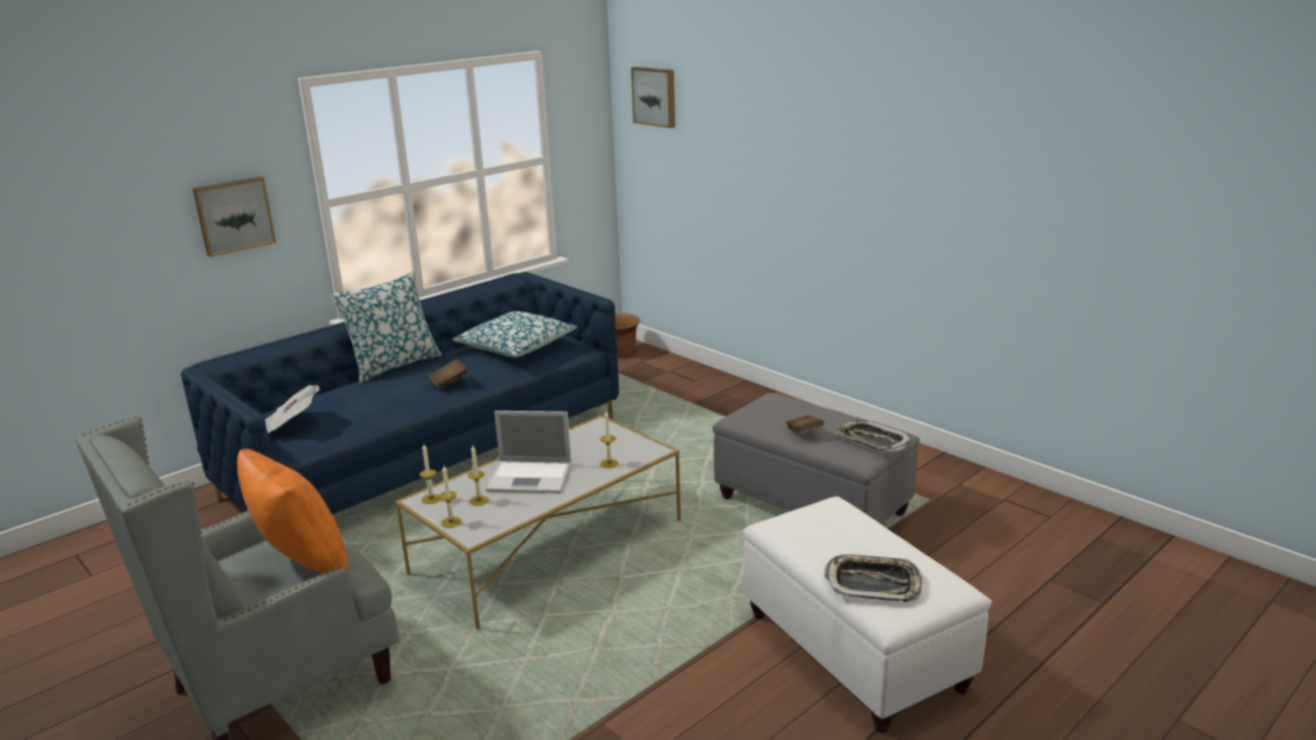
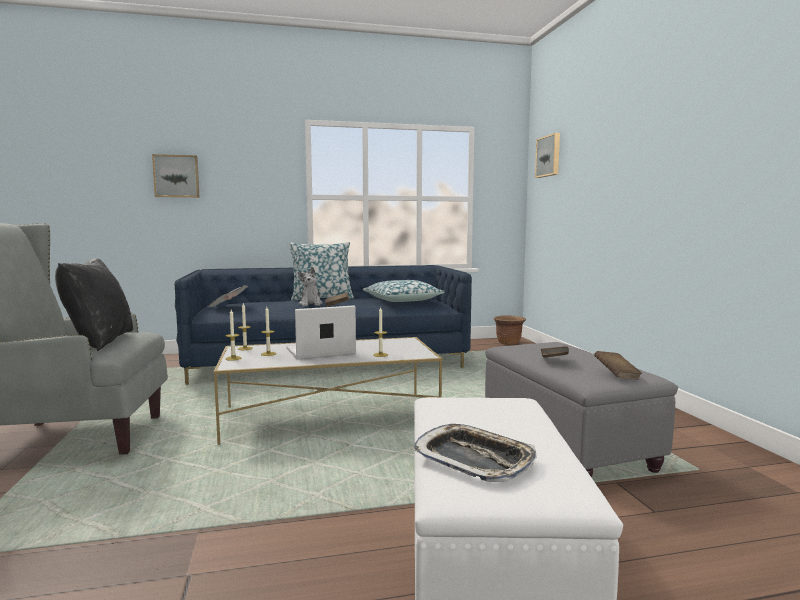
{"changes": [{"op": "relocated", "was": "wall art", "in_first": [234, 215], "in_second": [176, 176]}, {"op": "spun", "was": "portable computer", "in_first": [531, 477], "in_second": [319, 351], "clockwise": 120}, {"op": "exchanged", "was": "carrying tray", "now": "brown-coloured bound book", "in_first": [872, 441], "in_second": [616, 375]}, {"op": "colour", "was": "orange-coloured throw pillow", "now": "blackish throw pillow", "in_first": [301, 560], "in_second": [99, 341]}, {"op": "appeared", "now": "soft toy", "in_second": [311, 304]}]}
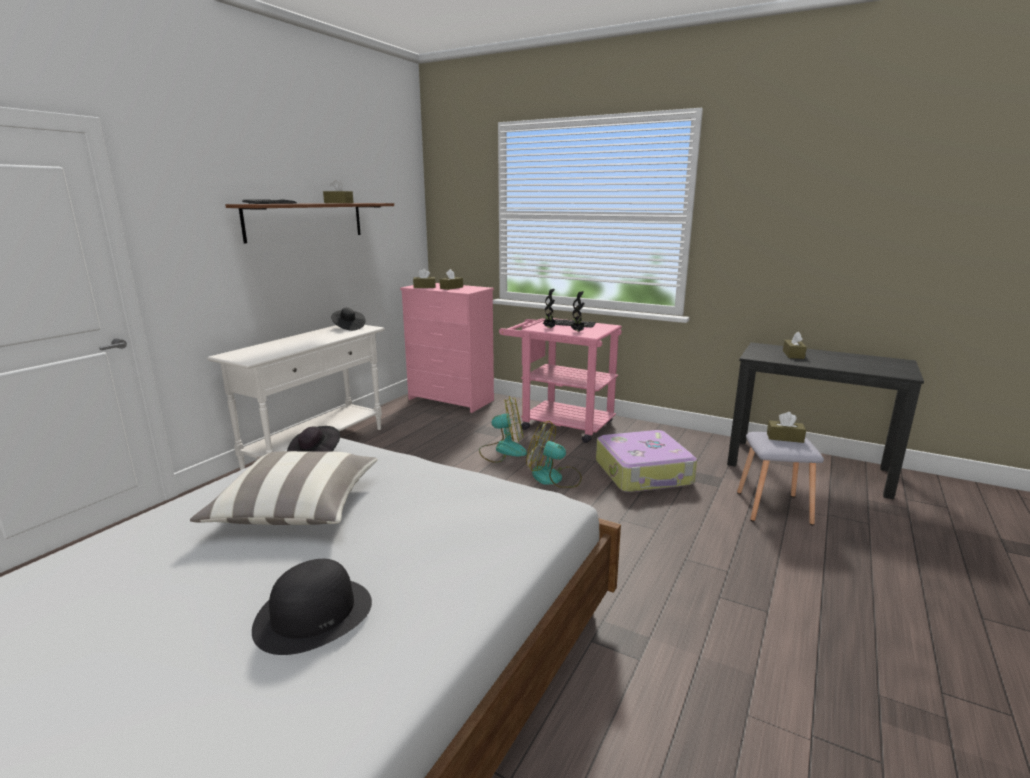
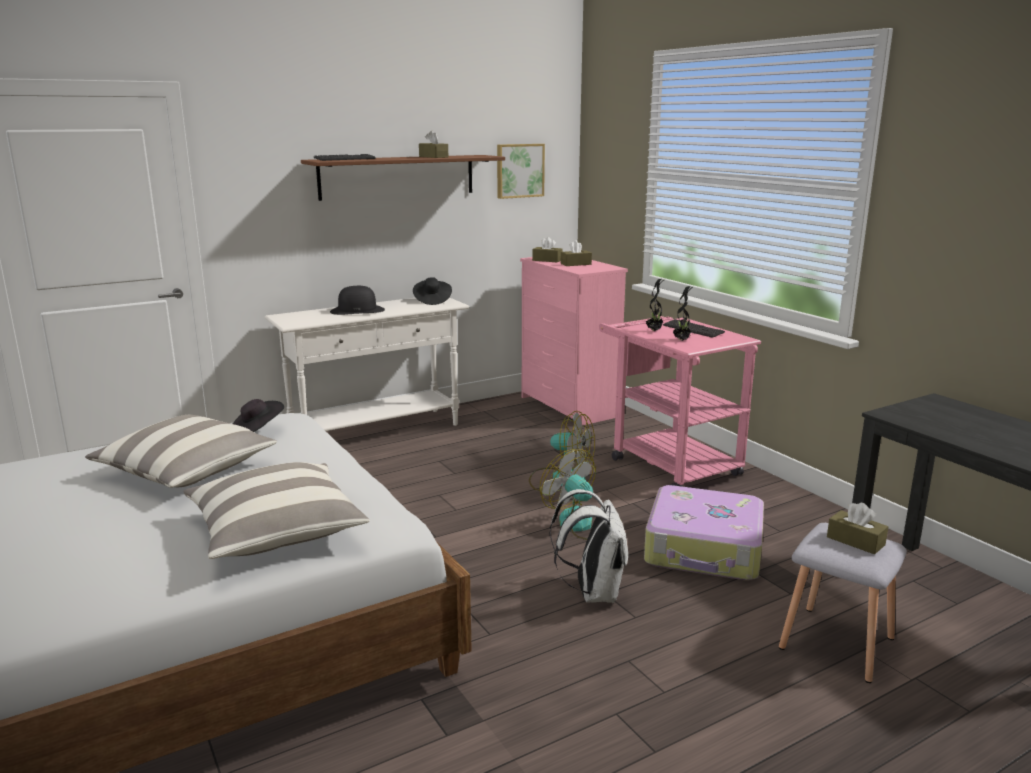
{"changes": [{"op": "missing", "was": "brown-coloured tissue box", "in_first": [793, 355]}, {"op": "relocated", "was": "blackish wearable hat", "in_first": [314, 614], "in_second": [357, 310]}, {"op": "appeared", "now": "wall art", "in_second": [519, 170]}, {"op": "appeared", "now": "throw pillow", "in_second": [276, 531]}, {"op": "appeared", "now": "white backpack", "in_second": [593, 592]}]}
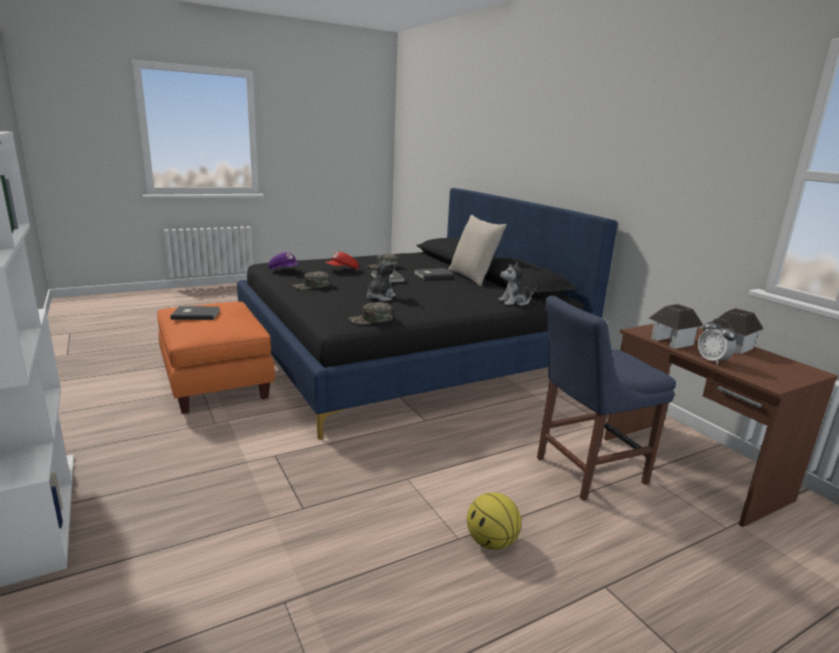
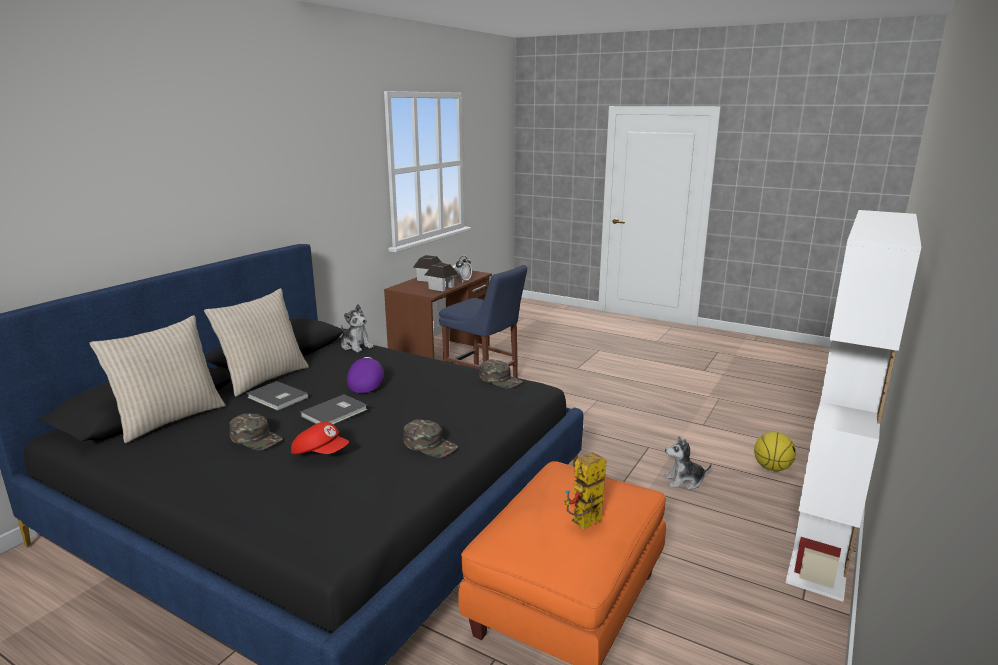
{"changes": [{"op": "relocated", "was": "purplish cap", "in_first": [284, 270], "in_second": [366, 384]}, {"op": "relocated", "was": "soft toy", "in_first": [380, 297], "in_second": [684, 481]}, {"op": "exchanged", "was": "gray bound book", "now": "toy robot", "in_first": [195, 314], "in_second": [584, 524]}, {"op": "relocated", "was": "basketball", "in_first": [491, 542], "in_second": [772, 468]}, {"op": "appeared", "now": "beige-coloured throw pillow", "in_second": [169, 419]}]}
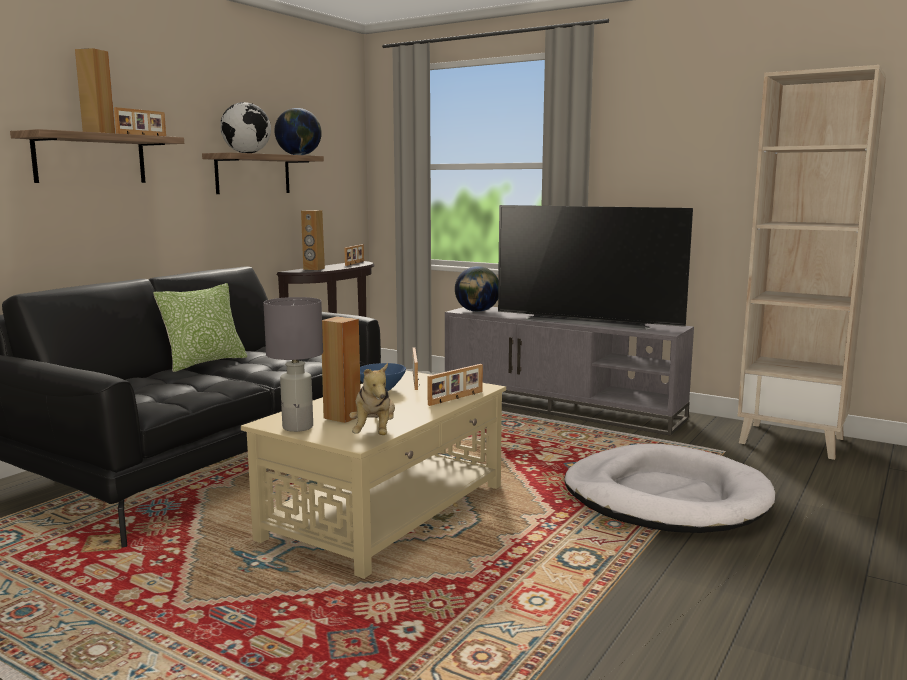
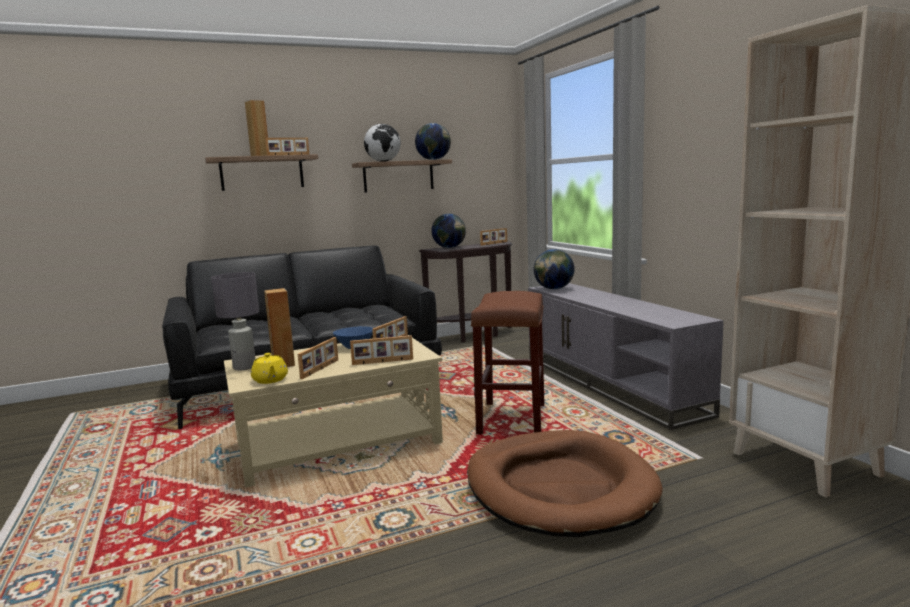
{"changes": [{"op": "missing", "was": "TV", "in_first": [589, 321]}, {"op": "exchanged", "was": "brown-coloured loudspeaker", "now": "world globe", "in_first": [313, 269], "in_second": [449, 247]}, {"op": "missing", "was": "throw pillow", "in_first": [205, 362]}, {"op": "exchanged", "was": "soft toy", "now": "yellow-coloured tea pot", "in_first": [374, 433], "in_second": [270, 380]}, {"op": "colour", "was": "white dog cushion", "now": "brown-coloured dog cushion", "in_first": [665, 497], "in_second": [559, 488]}, {"op": "appeared", "now": "brown-coloured stool seat", "in_second": [512, 420]}, {"op": "appeared", "now": "standing frame", "in_second": [321, 369]}]}
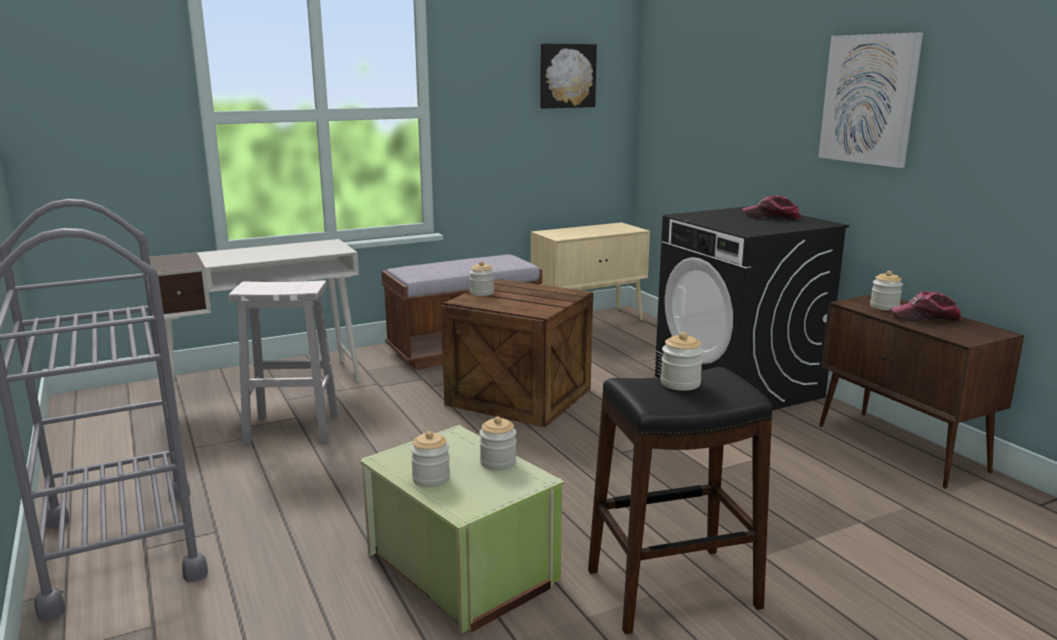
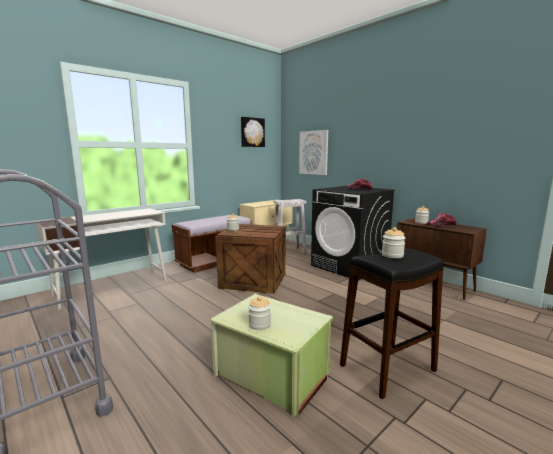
{"changes": [{"op": "relocated", "was": "wall art", "in_first": [869, 99], "in_second": [313, 152]}, {"op": "relocated", "was": "white stool seat", "in_first": [290, 430], "in_second": [288, 252]}, {"op": "missing", "was": "preserve jar", "in_first": [498, 462]}]}
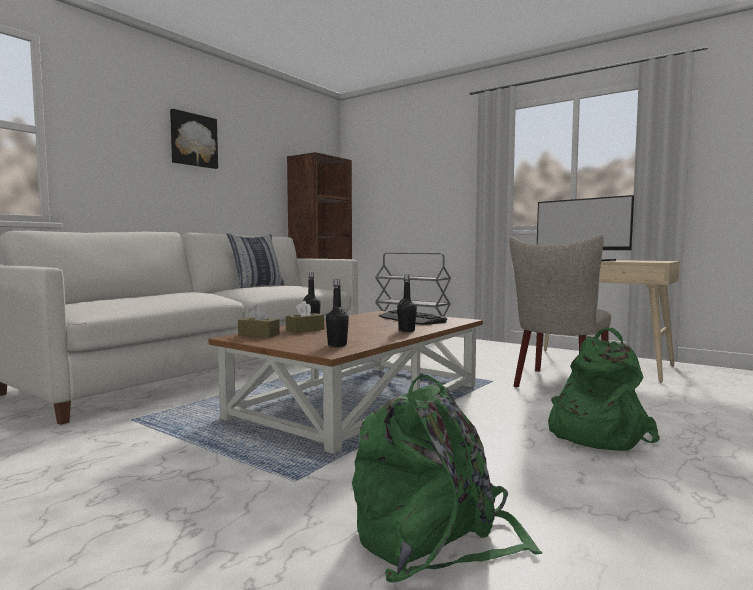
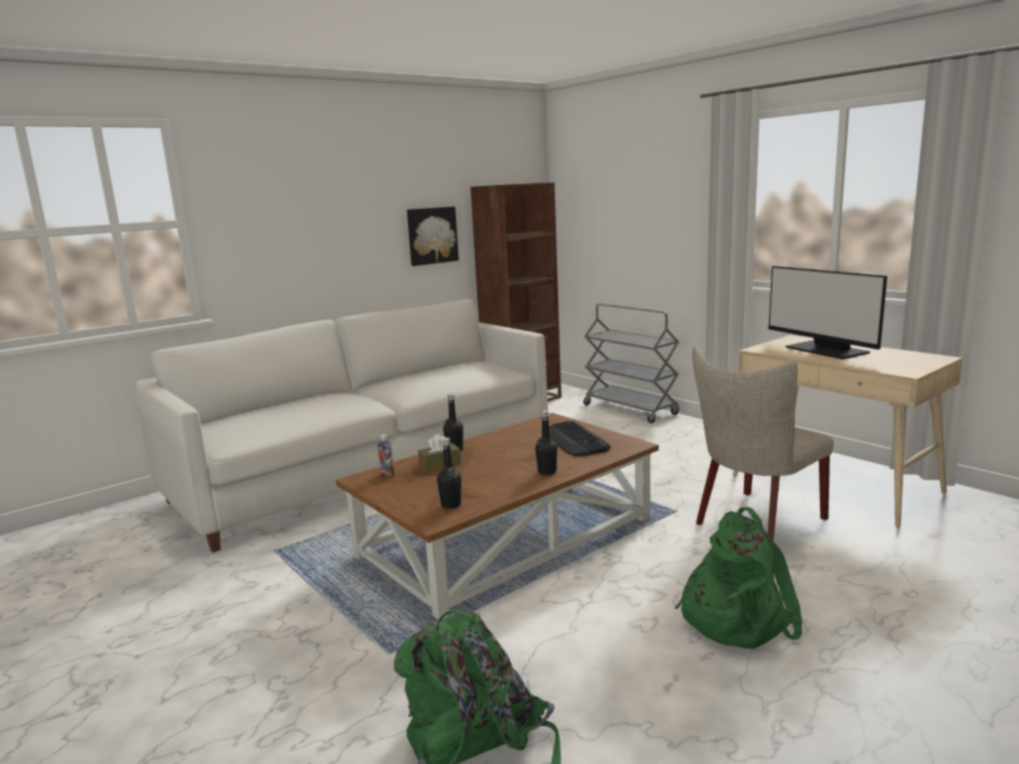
{"changes": [{"op": "relocated", "was": "wall art", "in_first": [193, 140], "in_second": [431, 235]}, {"op": "missing", "was": "throw pillow", "in_first": [257, 286]}, {"op": "exchanged", "was": "brown-coloured tissue box", "now": "bottle", "in_first": [259, 335], "in_second": [387, 475]}]}
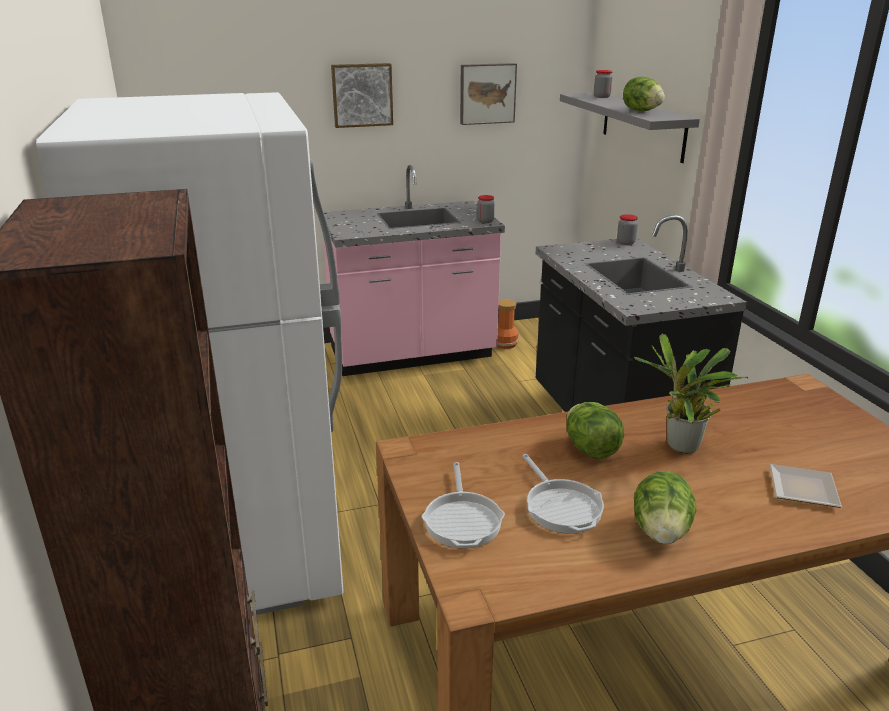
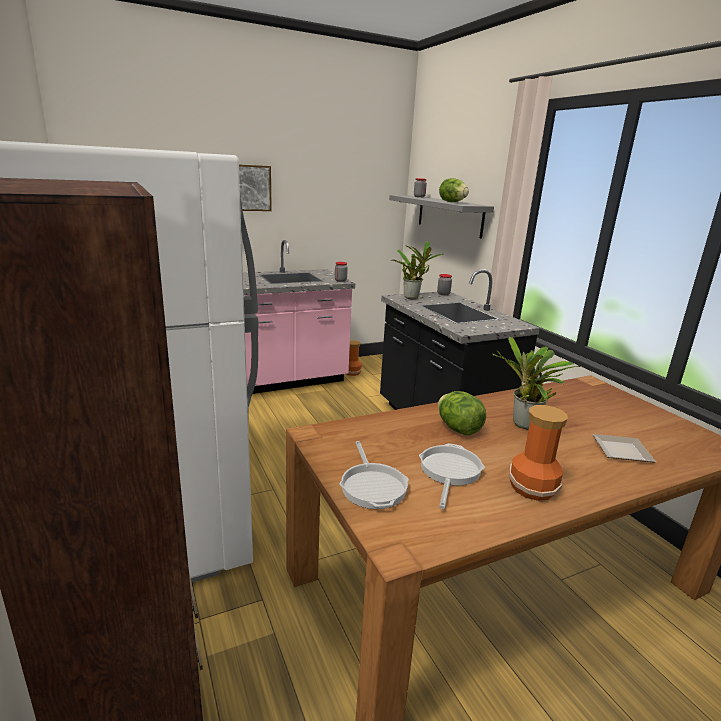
{"changes": [{"op": "missing", "was": "wall art", "in_first": [487, 93]}, {"op": "spun", "was": "skillet", "in_first": [561, 506], "in_second": [449, 472], "clockwise": -135}, {"op": "exchanged", "was": "head of lettuce", "now": "vase", "in_first": [661, 532], "in_second": [532, 487]}, {"op": "appeared", "now": "houseplant", "in_second": [412, 297]}]}
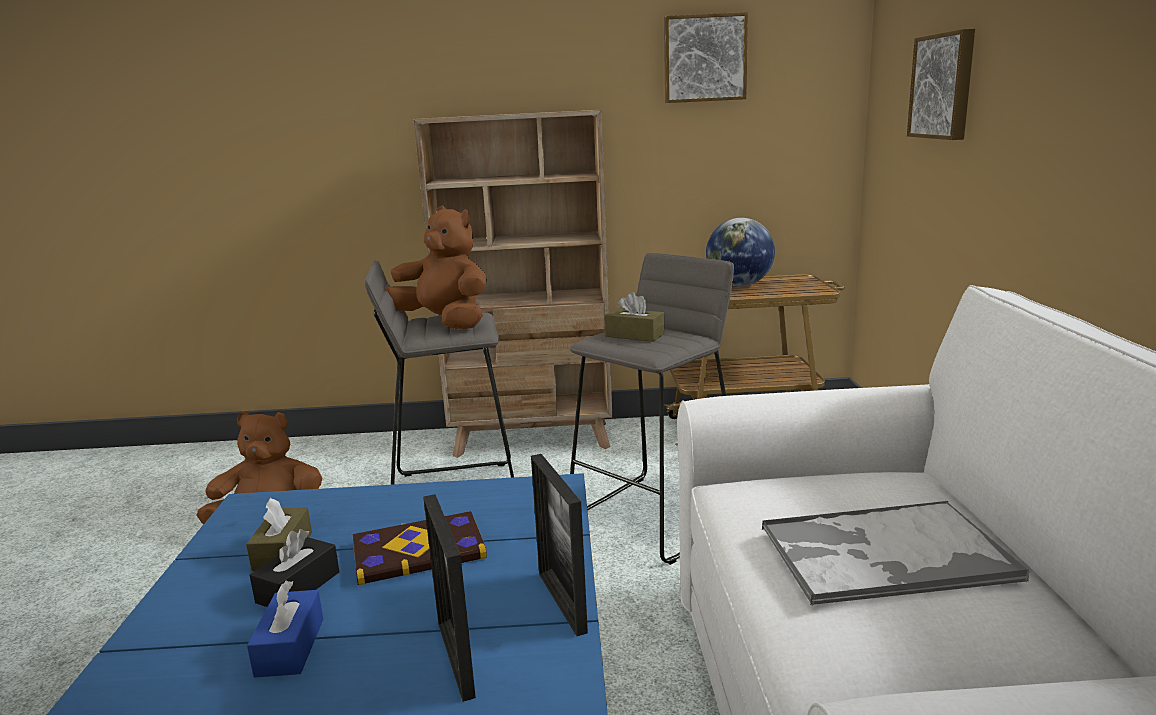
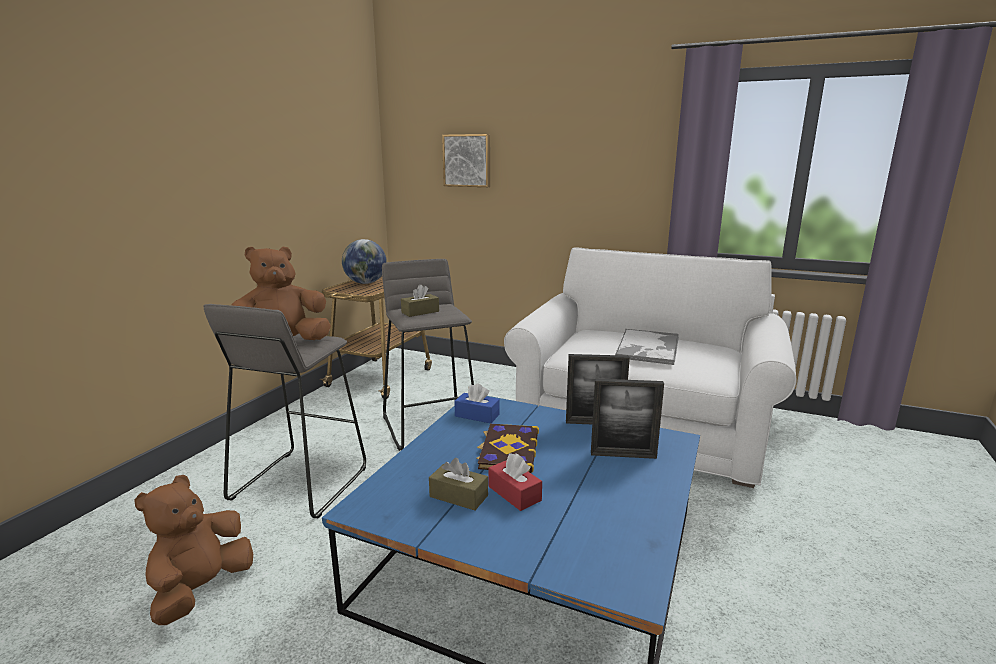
{"changes": [{"op": "missing", "was": "wall art", "in_first": [704, 58]}, {"op": "missing", "was": "beige-coloured shelving unit", "in_first": [533, 440]}, {"op": "colour", "was": "blackish tissue box", "now": "red-coloured tissue box", "in_first": [298, 587], "in_second": [514, 493]}, {"op": "relocated", "was": "blue tissue box", "in_first": [290, 647], "in_second": [477, 415]}]}
